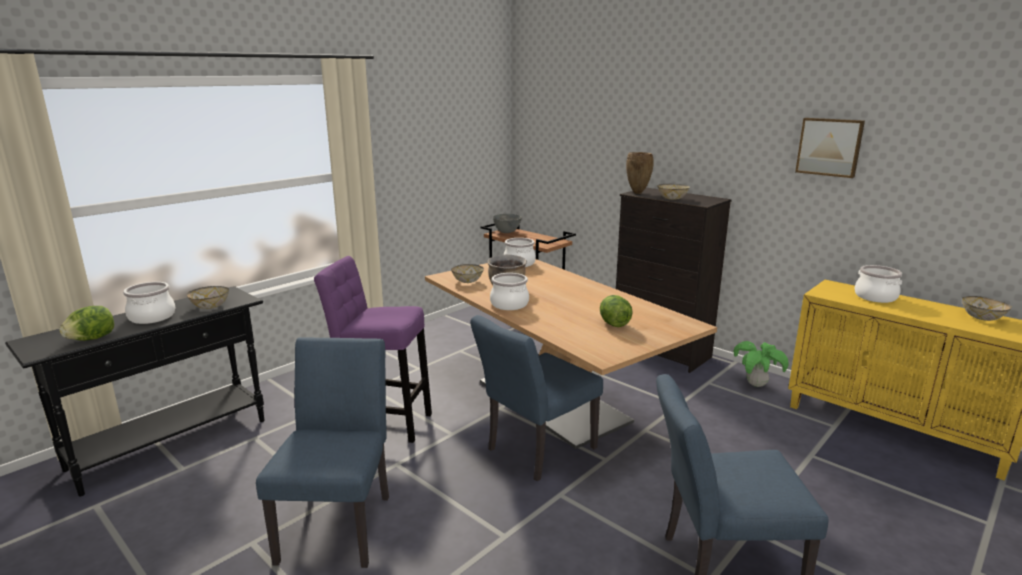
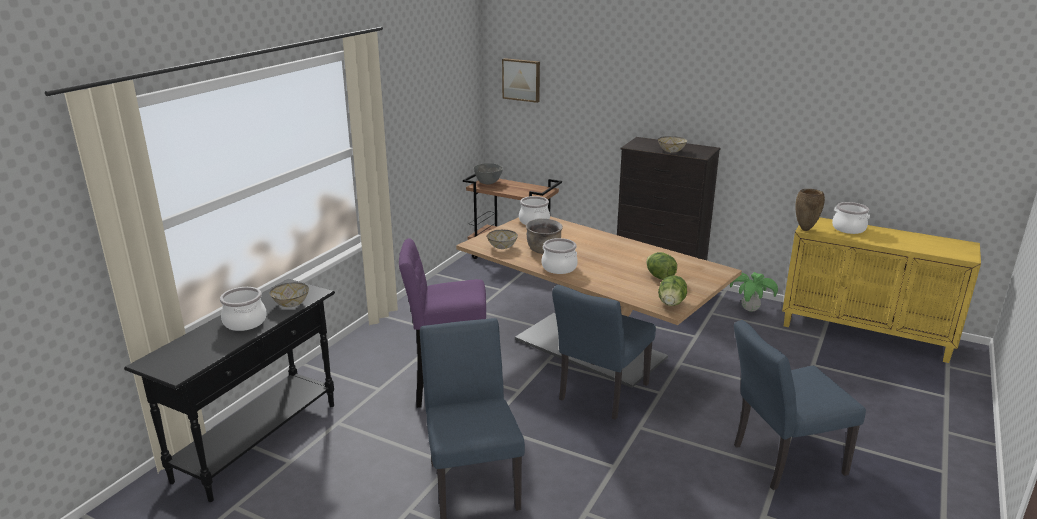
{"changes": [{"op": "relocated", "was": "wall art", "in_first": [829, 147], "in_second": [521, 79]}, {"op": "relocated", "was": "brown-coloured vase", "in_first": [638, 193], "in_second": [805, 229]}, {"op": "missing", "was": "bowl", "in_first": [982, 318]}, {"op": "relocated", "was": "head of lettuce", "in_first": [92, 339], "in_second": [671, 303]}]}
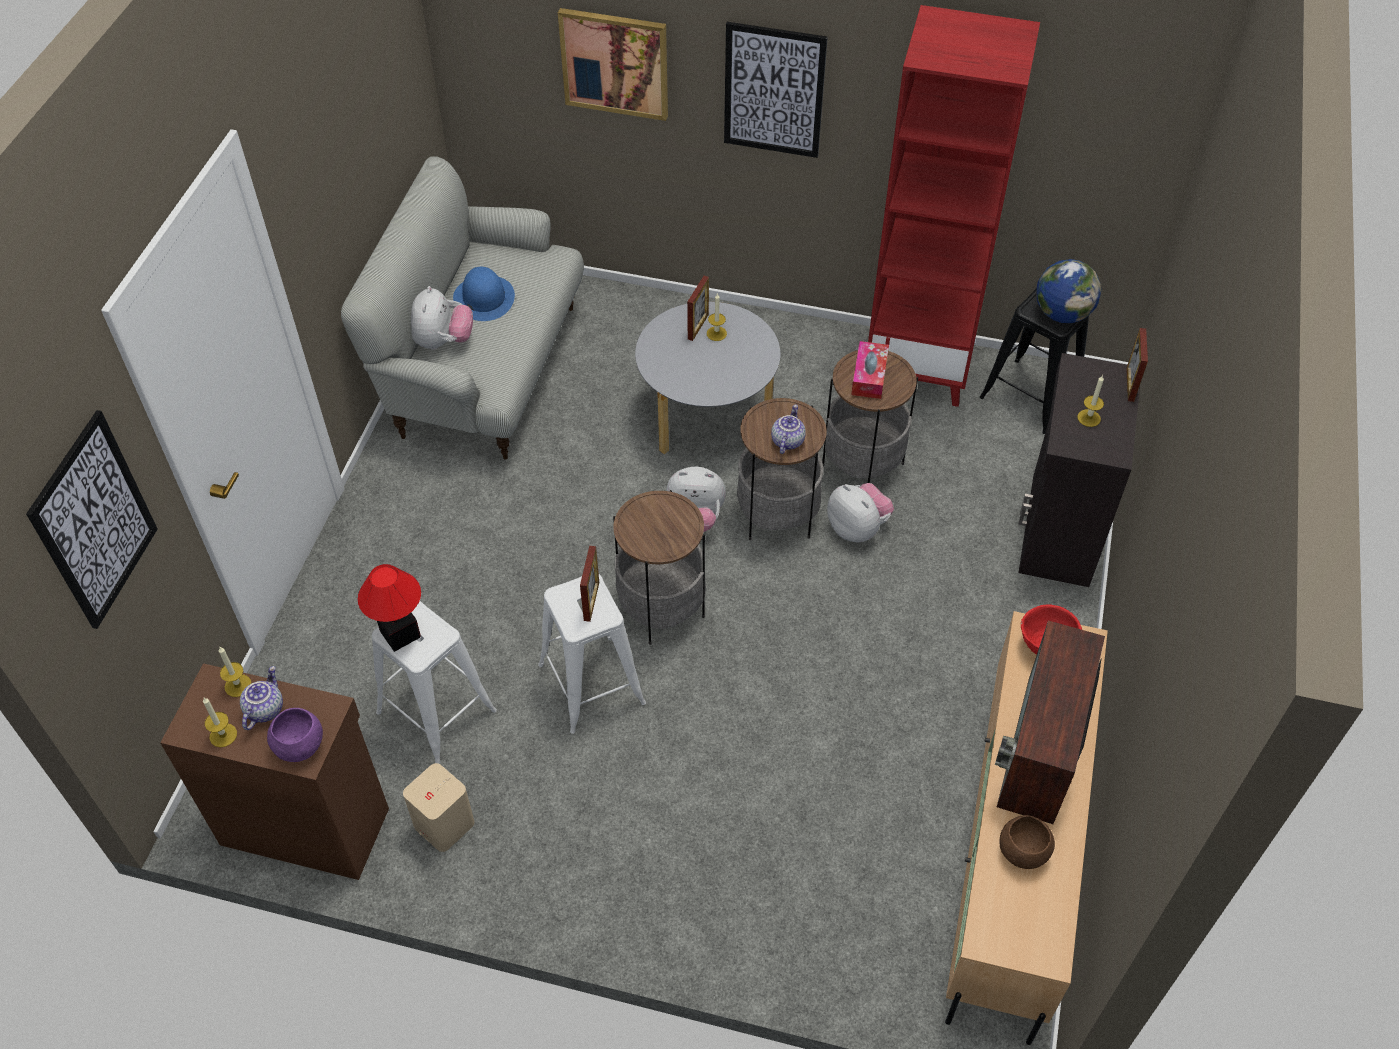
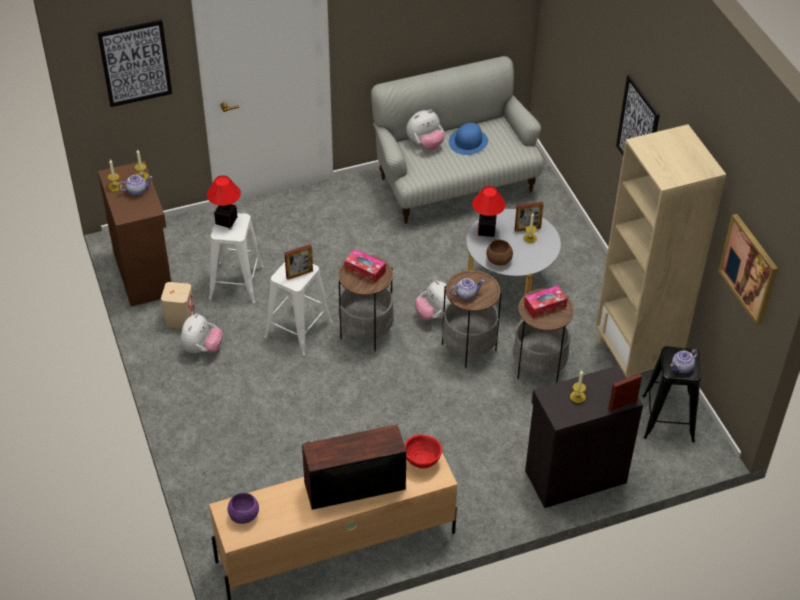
{"changes": [{"op": "colour", "was": "red-coloured shelving unit", "now": "beige-coloured shelving unit", "in_first": [918, 370], "in_second": [636, 357]}, {"op": "relocated", "was": "wall art", "in_first": [615, 63], "in_second": [749, 268]}, {"op": "exchanged", "was": "world globe", "now": "tea pot", "in_first": [1062, 314], "in_second": [682, 368]}, {"op": "relocated", "was": "soft toy", "in_first": [857, 528], "in_second": [202, 348]}, {"op": "relocated", "was": "purplish bowl", "in_first": [299, 746], "in_second": [243, 515]}, {"op": "relocated", "was": "brown-coloured bowl", "in_first": [1022, 851], "in_second": [498, 260]}, {"op": "appeared", "now": "table lamp", "in_second": [486, 230]}, {"op": "appeared", "now": "tissue box", "in_second": [365, 270]}]}
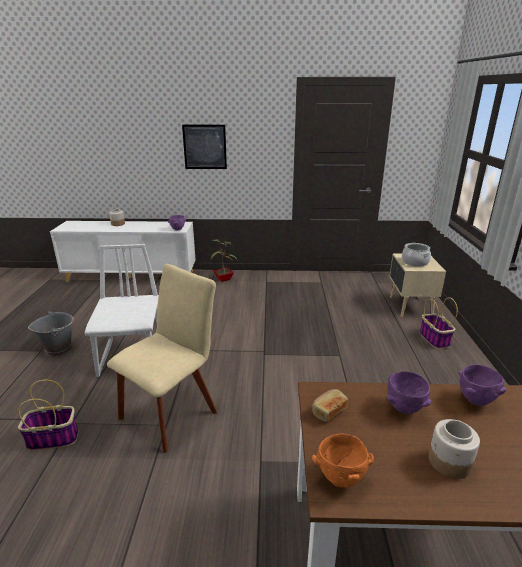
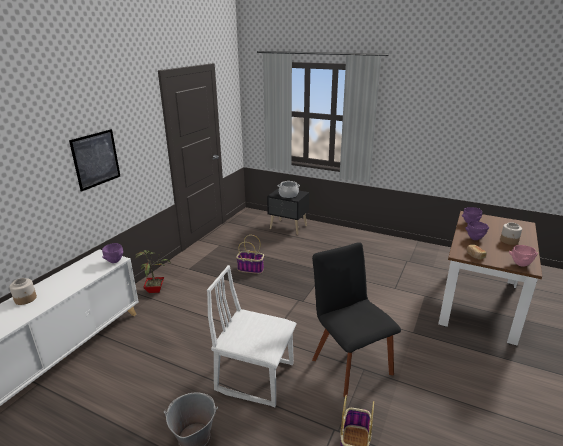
{"changes": [{"op": "colour", "was": "beige-coloured nightstand", "now": "blackish nightstand", "in_first": [409, 307], "in_second": [288, 227]}, {"op": "colour", "was": "beige-coloured plain chair", "now": "blackish plain chair", "in_first": [171, 411], "in_second": [349, 363]}, {"op": "relocated", "was": "basket", "in_first": [435, 339], "in_second": [251, 269]}, {"op": "colour", "was": "orange-coloured bowl", "now": "pinkish bowl", "in_first": [341, 478], "in_second": [520, 264]}]}
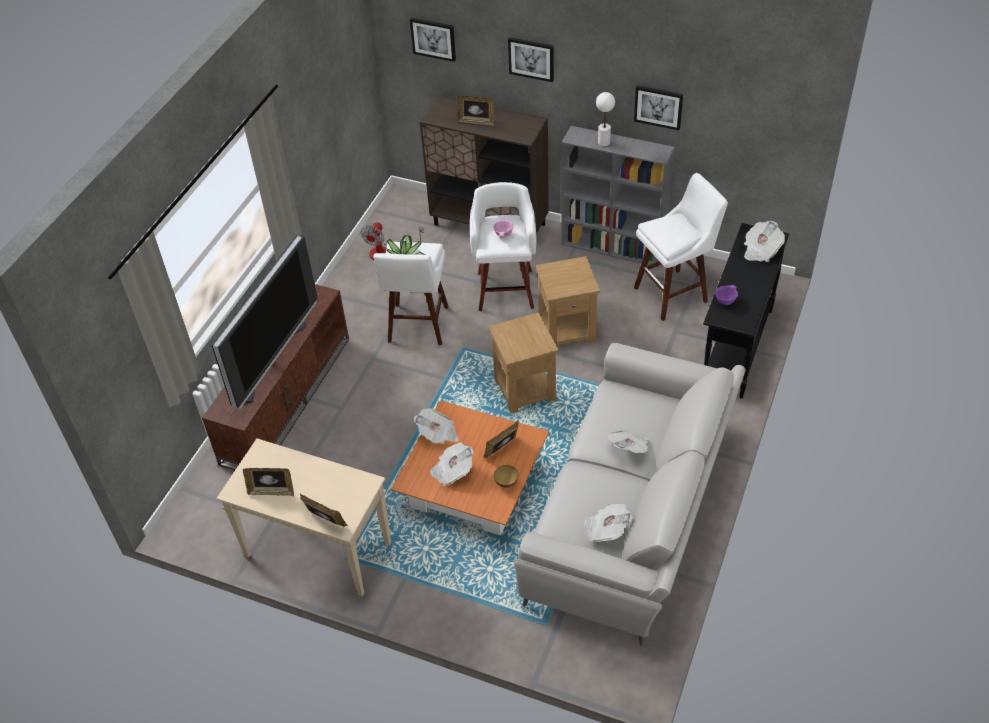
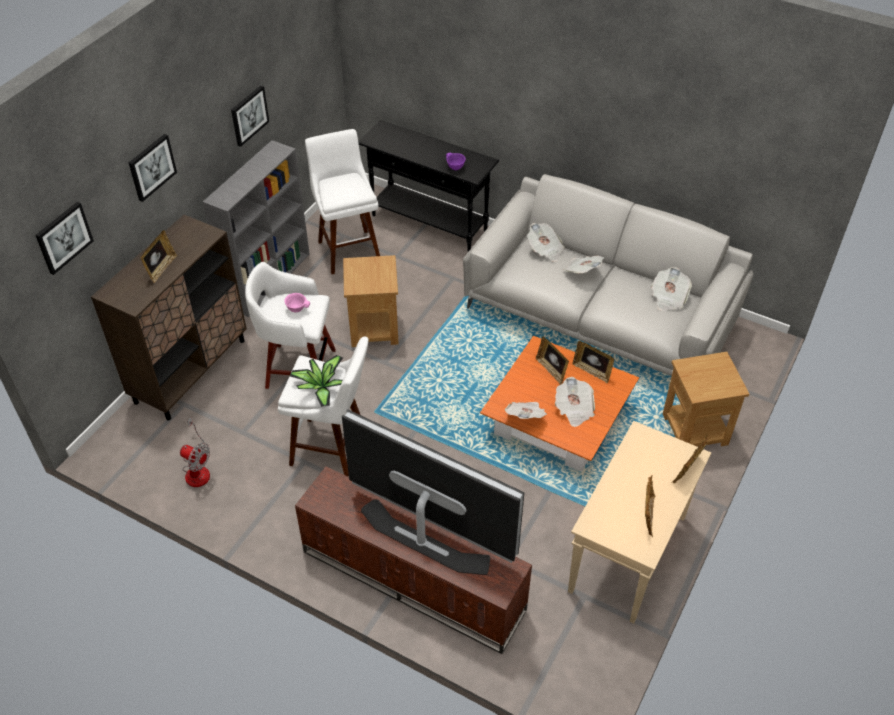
{"changes": [{"op": "missing", "was": "white table lamp", "in_first": [604, 142]}, {"op": "relocated", "was": "newspaper", "in_first": [760, 250], "in_second": [545, 250]}, {"op": "relocated", "was": "brown-coloured side table", "in_first": [524, 389], "in_second": [694, 430]}, {"op": "exchanged", "was": "bowl", "now": "standing frame", "in_first": [506, 483], "in_second": [592, 371]}]}
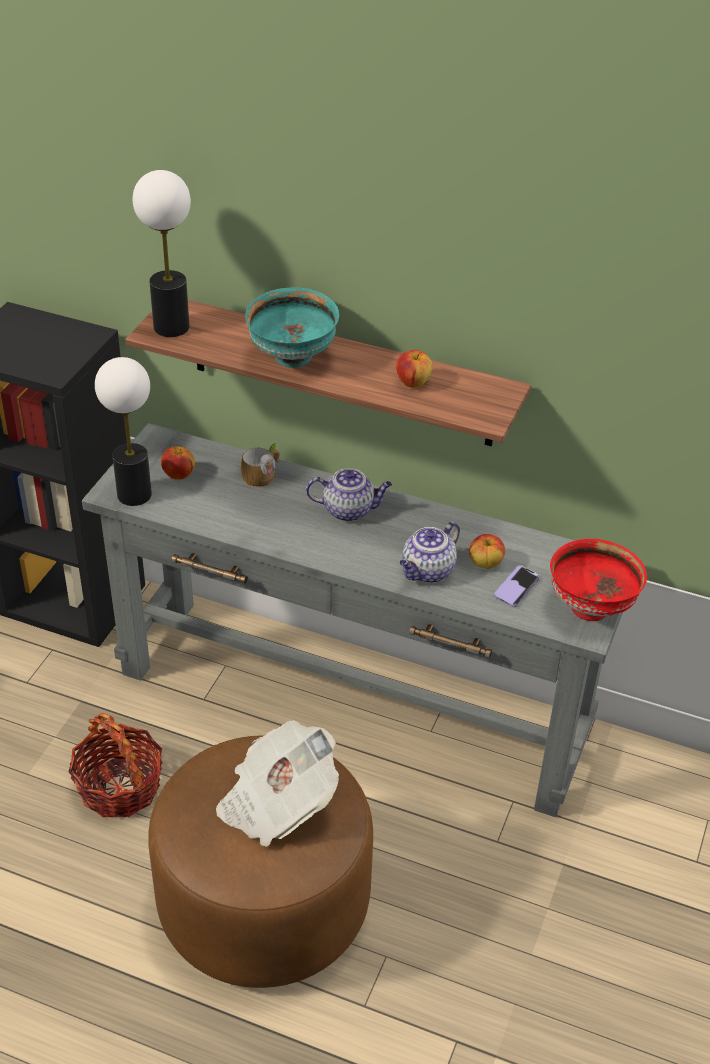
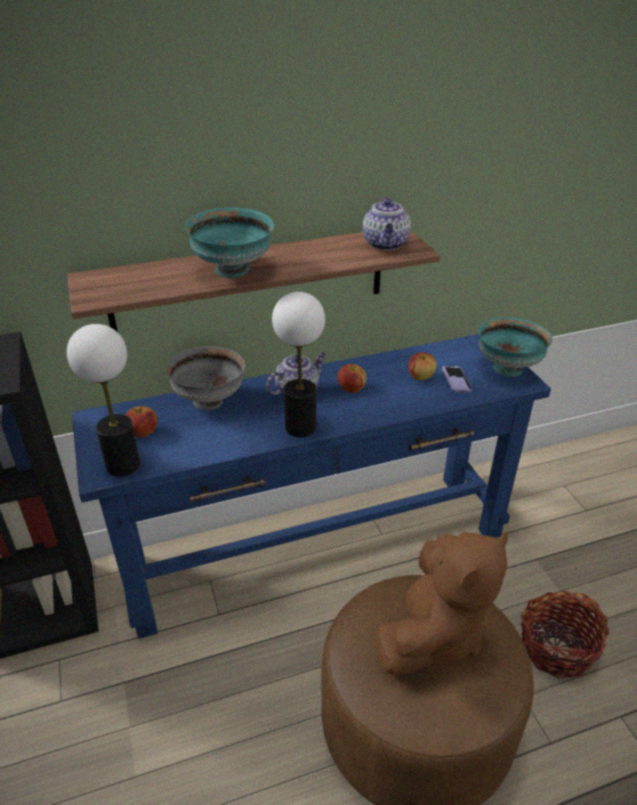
{"changes": [{"op": "relocated", "was": "table lamp", "in_first": [172, 327], "in_second": [301, 427]}, {"op": "relocated", "was": "apple", "in_first": [413, 382], "in_second": [351, 389]}, {"op": "colour", "was": "gray narrow table", "now": "blue narrow table", "in_first": [352, 701], "in_second": [317, 548]}, {"op": "exchanged", "was": "mug", "now": "gray bowl", "in_first": [263, 475], "in_second": [209, 401]}, {"op": "relocated", "was": "tea pot", "in_first": [428, 572], "in_second": [386, 244]}, {"op": "colour", "was": "red-coloured bowl", "now": "blue-green bowl", "in_first": [590, 607], "in_second": [507, 368]}, {"op": "relocated", "was": "basket", "in_first": [120, 787], "in_second": [556, 648]}, {"op": "exchanged", "was": "newspaper", "now": "brown-coloured soft toy", "in_first": [277, 802], "in_second": [433, 633]}]}
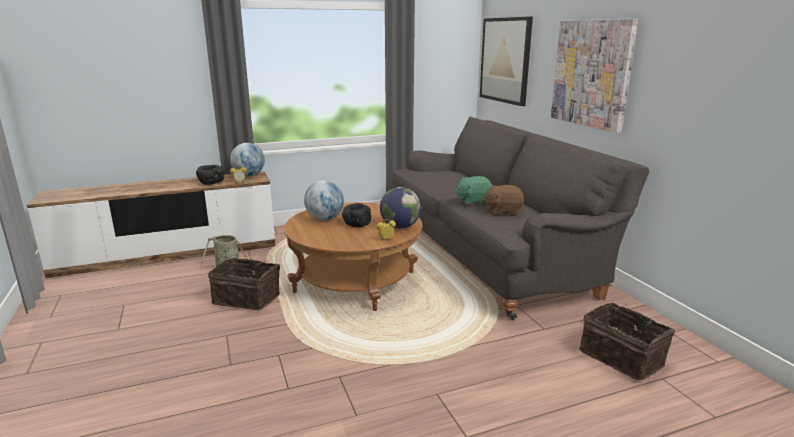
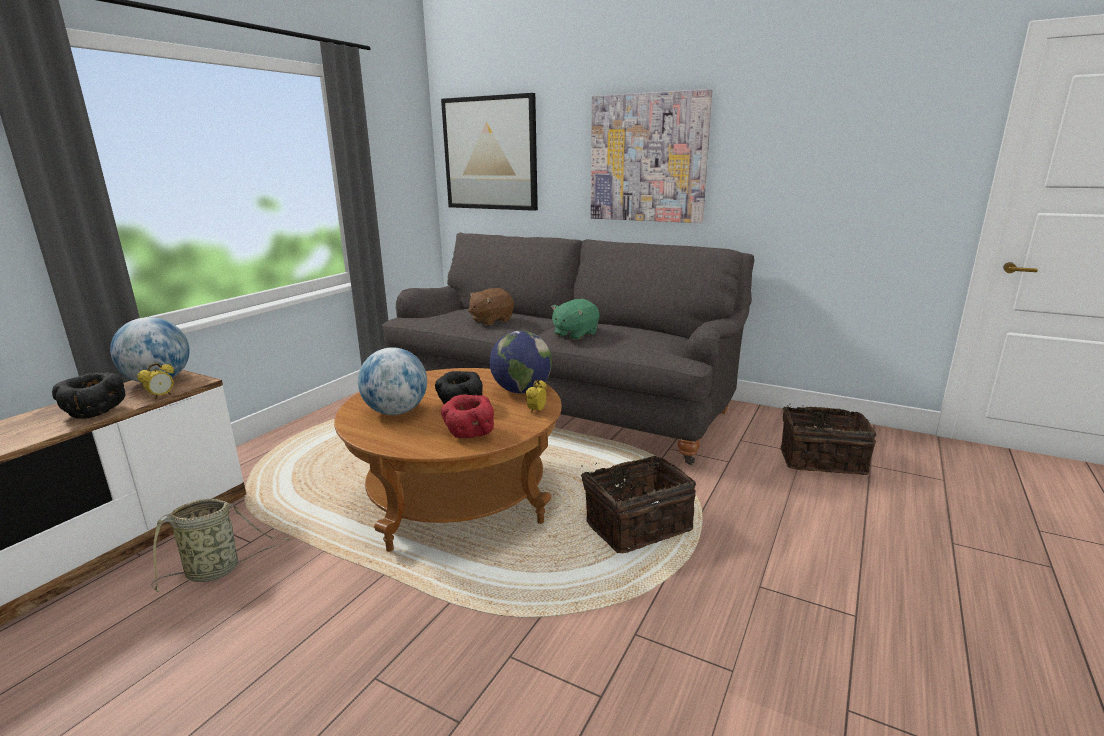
{"changes": [{"op": "relocated", "was": "brown-coloured soft toy", "in_first": [503, 211], "in_second": [491, 320]}, {"op": "relocated", "was": "basket", "in_first": [248, 298], "in_second": [636, 525]}, {"op": "appeared", "now": "red-coloured bowl", "in_second": [469, 434]}]}
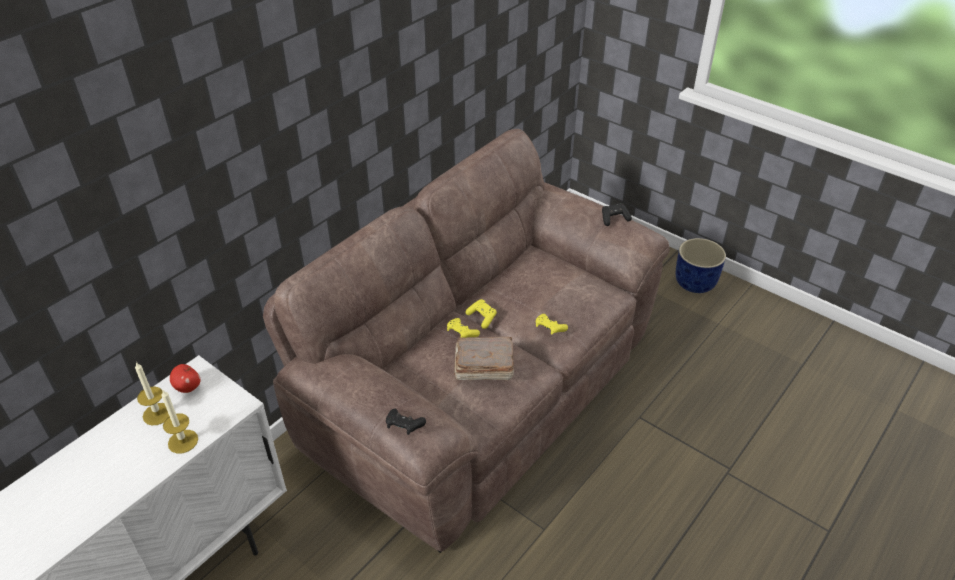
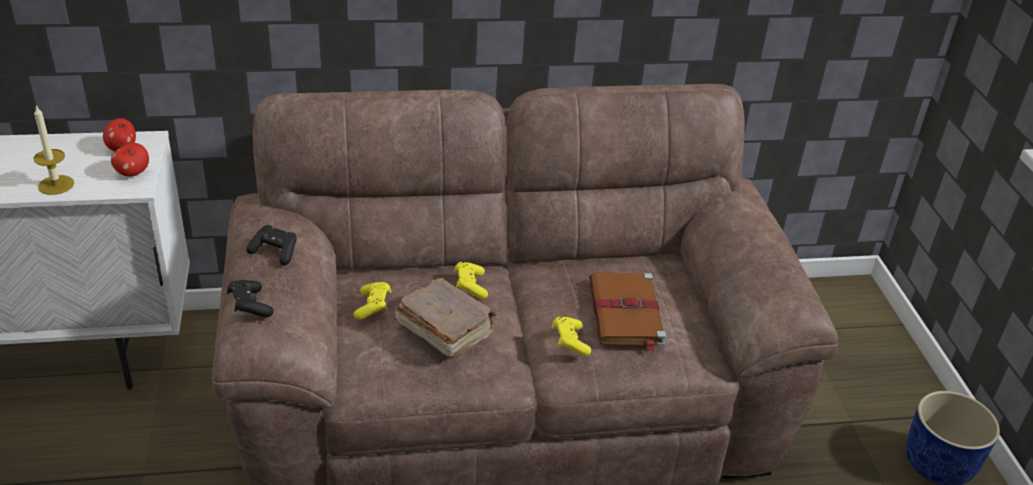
{"changes": [{"op": "relocated", "was": "blackish gamepad", "in_first": [614, 219], "in_second": [275, 252]}, {"op": "relocated", "was": "yellow-coloured gamepad", "in_first": [482, 317], "in_second": [373, 307]}, {"op": "missing", "was": "candle", "in_first": [157, 414]}, {"op": "appeared", "now": "apple", "in_second": [132, 173]}, {"op": "appeared", "now": "brown-coloured bound book", "in_second": [626, 313]}]}
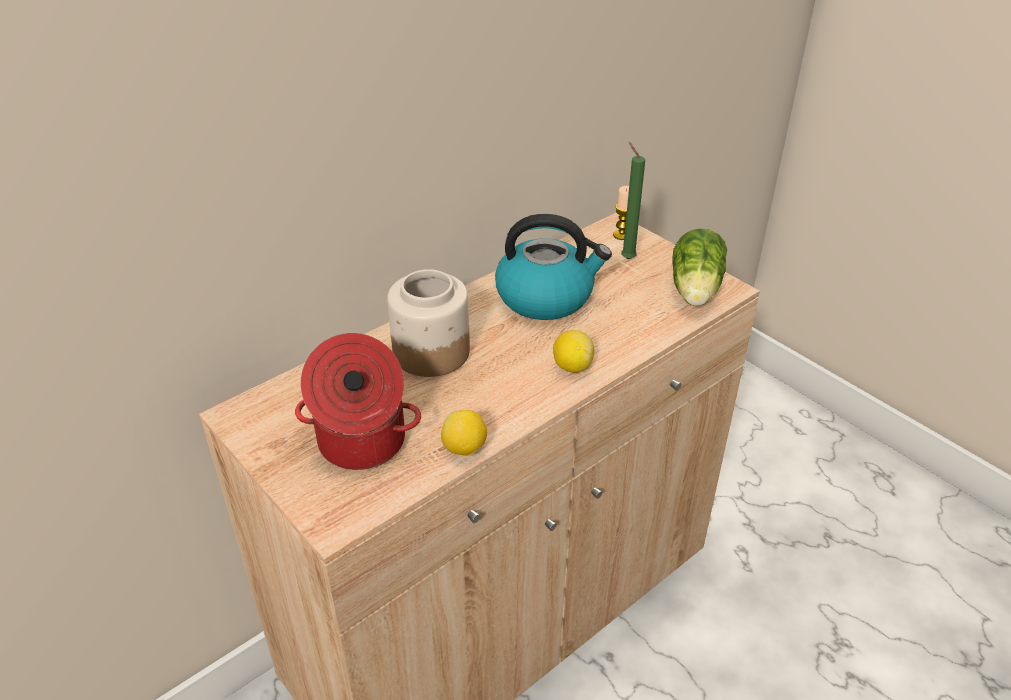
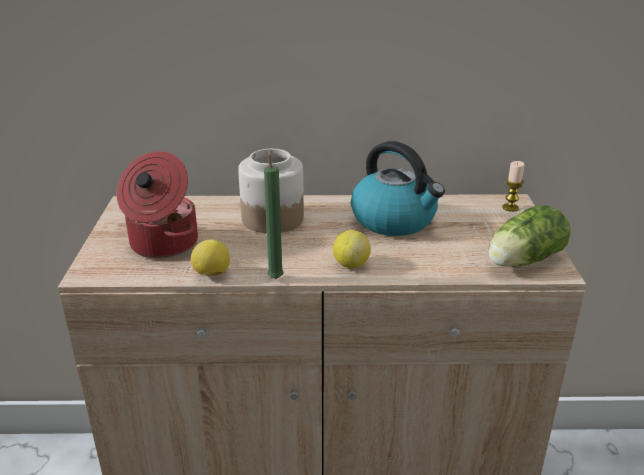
{"changes": [{"op": "relocated", "was": "green candle", "in_first": [626, 258], "in_second": [276, 277]}]}
